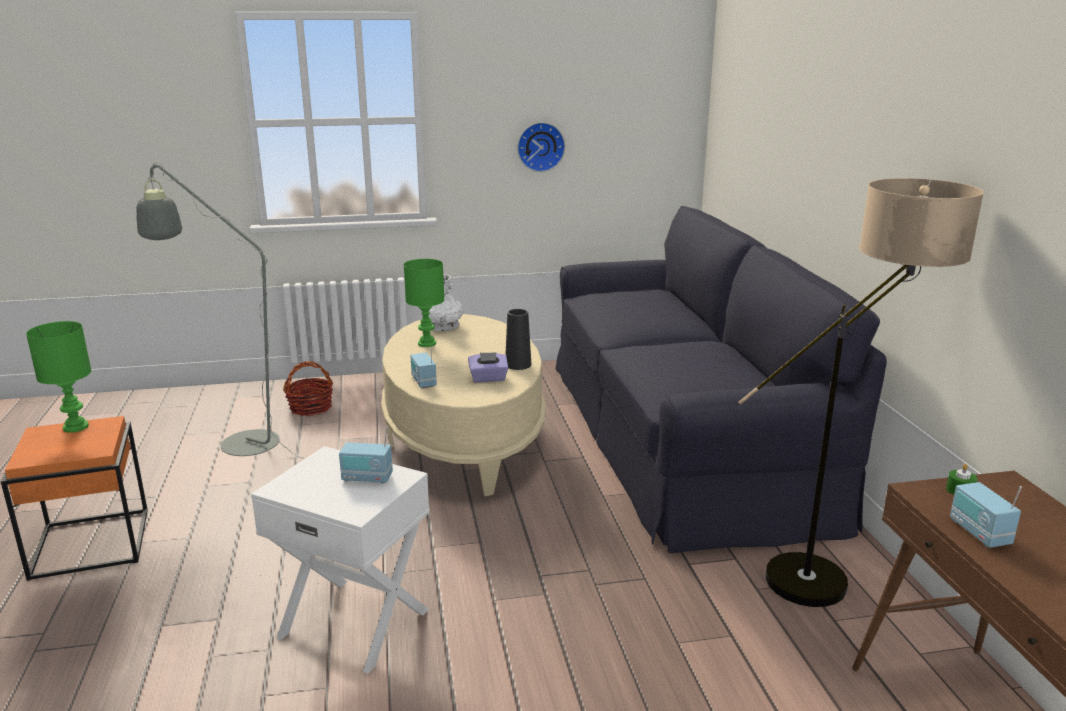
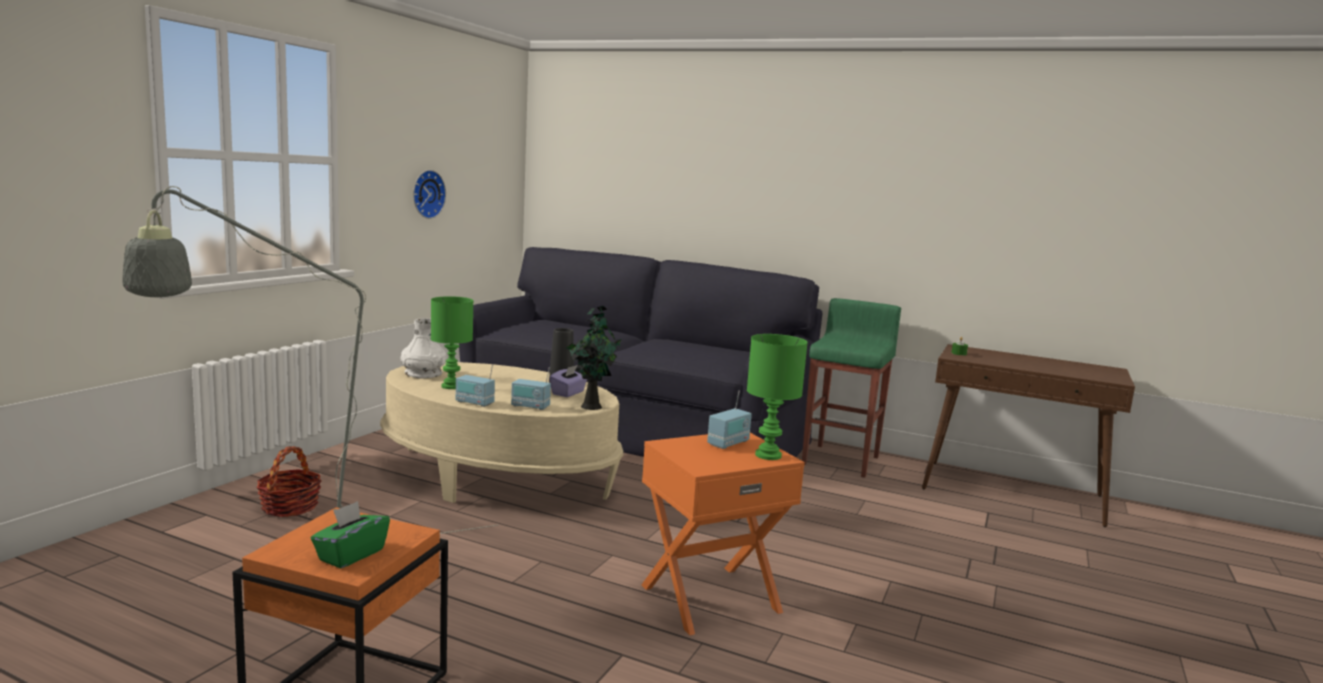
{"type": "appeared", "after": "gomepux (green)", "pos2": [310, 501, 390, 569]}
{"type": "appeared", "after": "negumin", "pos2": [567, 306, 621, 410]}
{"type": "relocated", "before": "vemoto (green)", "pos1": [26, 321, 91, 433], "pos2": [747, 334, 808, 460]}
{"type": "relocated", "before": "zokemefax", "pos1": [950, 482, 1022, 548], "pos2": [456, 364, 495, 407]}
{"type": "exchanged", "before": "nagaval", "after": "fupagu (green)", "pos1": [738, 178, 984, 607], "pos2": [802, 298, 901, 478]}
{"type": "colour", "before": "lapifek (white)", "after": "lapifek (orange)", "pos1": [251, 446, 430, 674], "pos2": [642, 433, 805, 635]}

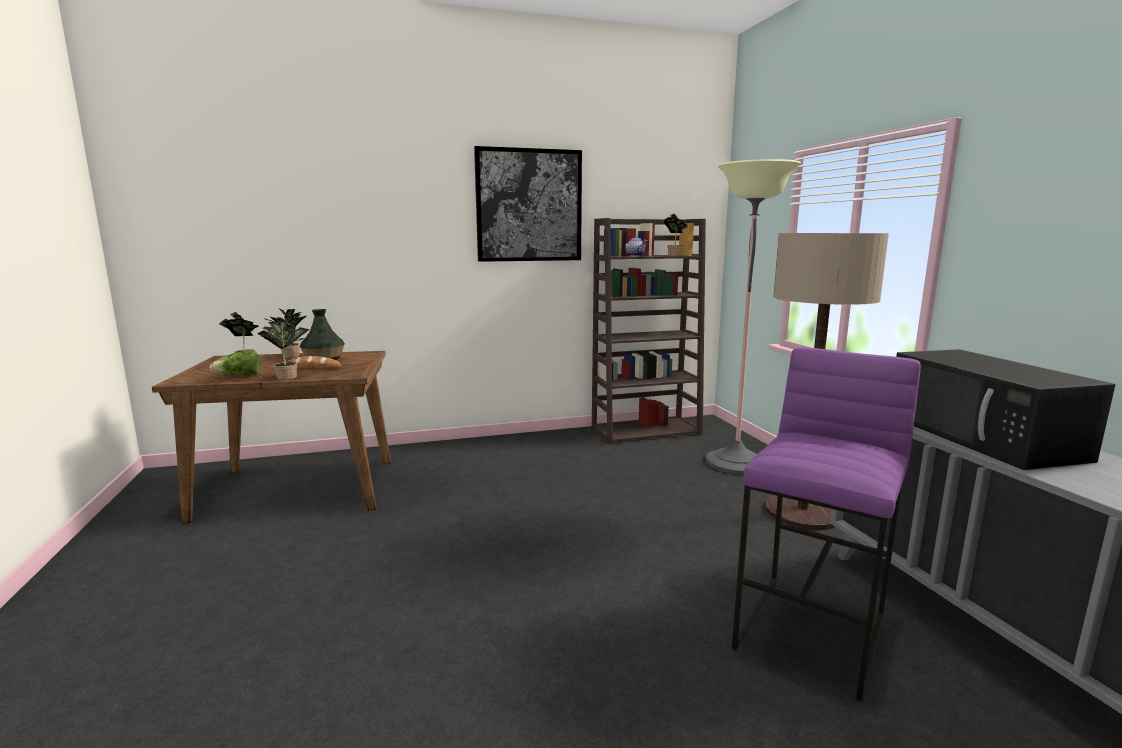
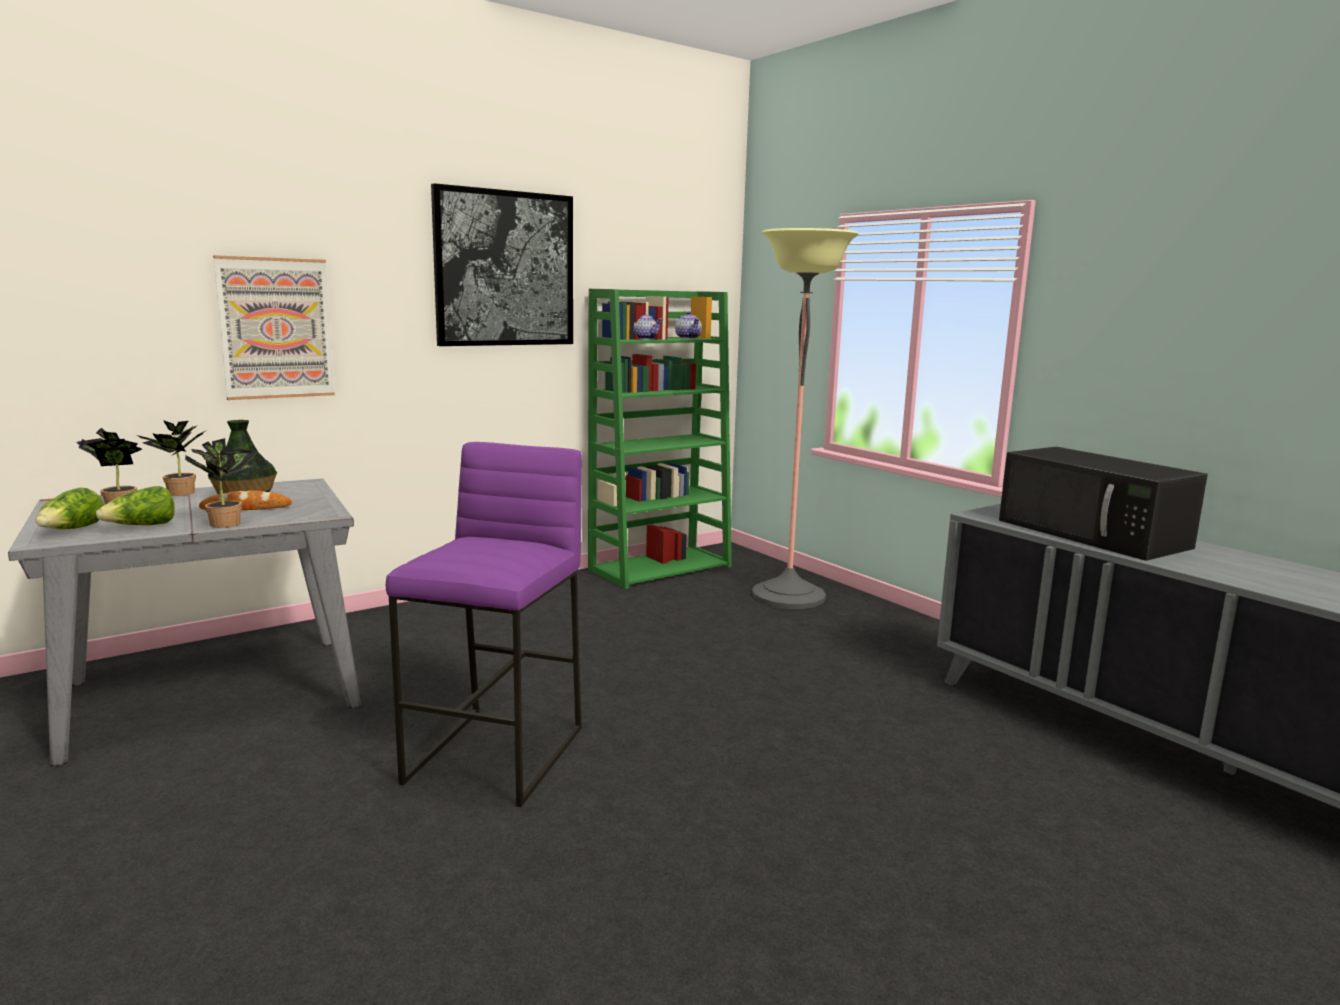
{"type": "missing", "before": "nagaval", "pos1": [765, 233, 889, 530]}
{"type": "appeared", "after": "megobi", "pos2": [35, 487, 104, 529]}
{"type": "appeared", "after": "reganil", "pos2": [213, 255, 335, 400]}
{"type": "relocated", "before": "fupagu (purple)", "pos1": [732, 347, 921, 701], "pos2": [386, 442, 582, 807]}
{"type": "exchanged", "before": "negumin", "after": "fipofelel", "pos1": [662, 214, 688, 256], "pos2": [675, 311, 702, 339]}
{"type": "colour", "before": "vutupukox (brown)", "after": "vutupukox (grey)", "pos1": [152, 351, 391, 524], "pos2": [8, 478, 361, 766]}
{"type": "colour", "before": "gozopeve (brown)", "after": "gozopeve (green)", "pos1": [592, 218, 706, 444], "pos2": [588, 289, 732, 589]}

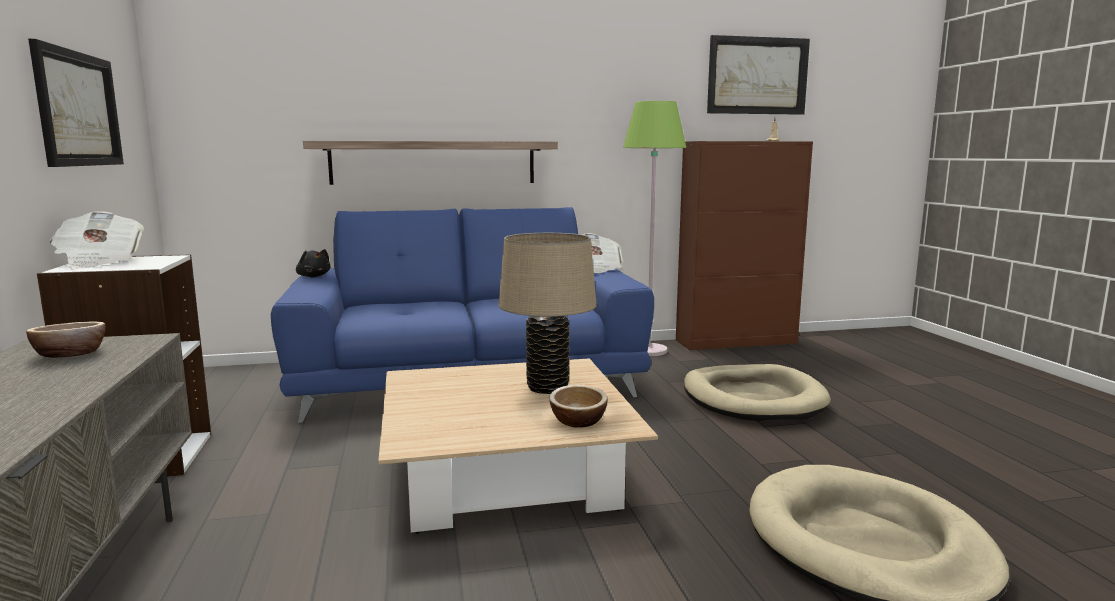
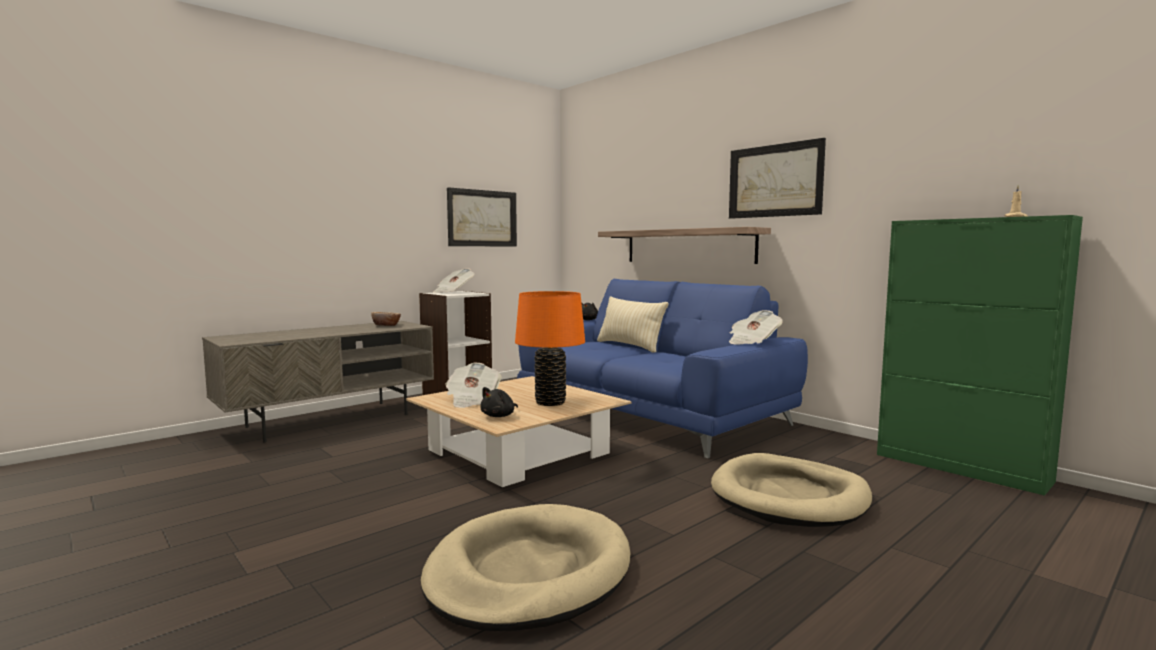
{"type": "missing", "before": "nagaval (green)", "pos1": [623, 101, 686, 356]}
{"type": "appeared", "after": "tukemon", "pos2": [445, 363, 502, 408]}
{"type": "appeared", "after": "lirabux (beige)", "pos2": [597, 296, 668, 353]}
{"type": "relocated", "before": "reganil", "pos1": [707, 35, 810, 115], "pos2": [729, 138, 826, 219]}
{"type": "exchanged", "before": "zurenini", "after": "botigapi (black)", "pos1": [549, 385, 607, 428], "pos2": [480, 387, 518, 417]}
{"type": "colour", "before": "vemoto (beige)", "after": "vemoto (orange)", "pos1": [498, 233, 597, 394], "pos2": [515, 291, 585, 406]}
{"type": "colour", "before": "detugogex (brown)", "after": "detugogex (green)", "pos1": [676, 141, 813, 350], "pos2": [877, 215, 1083, 496]}

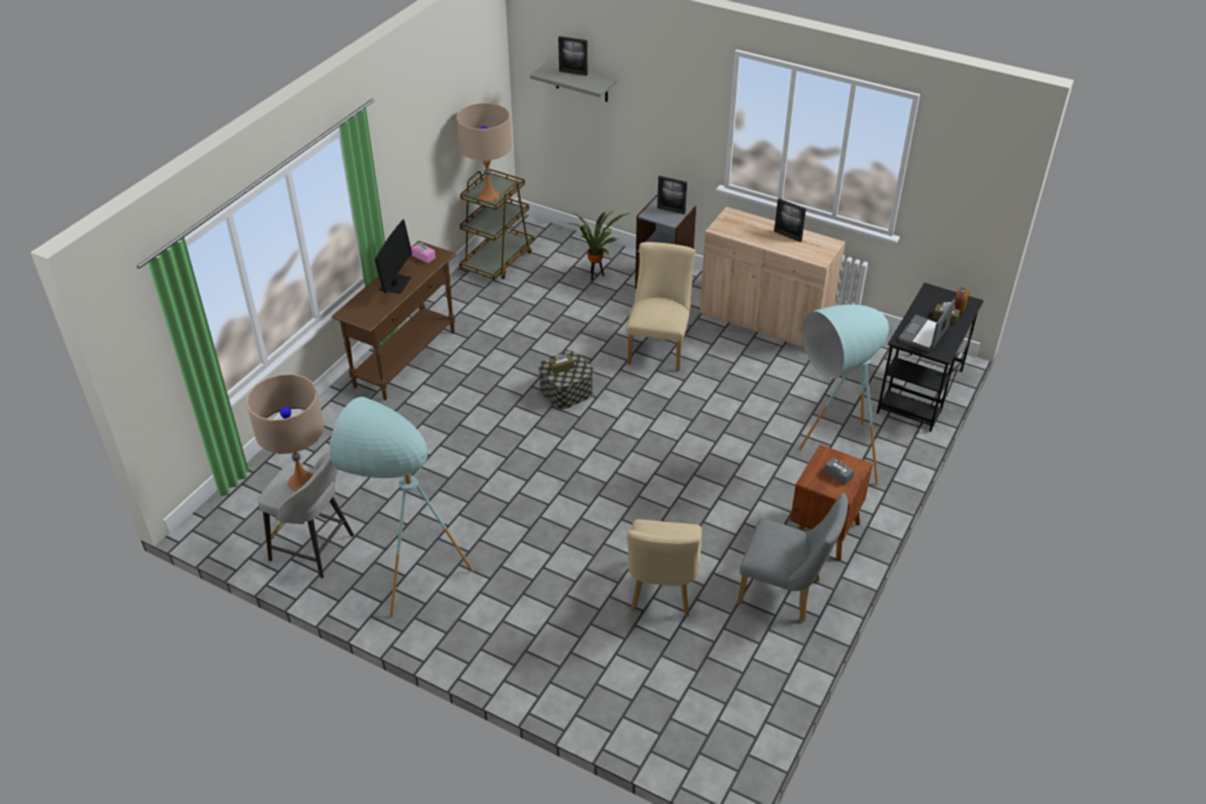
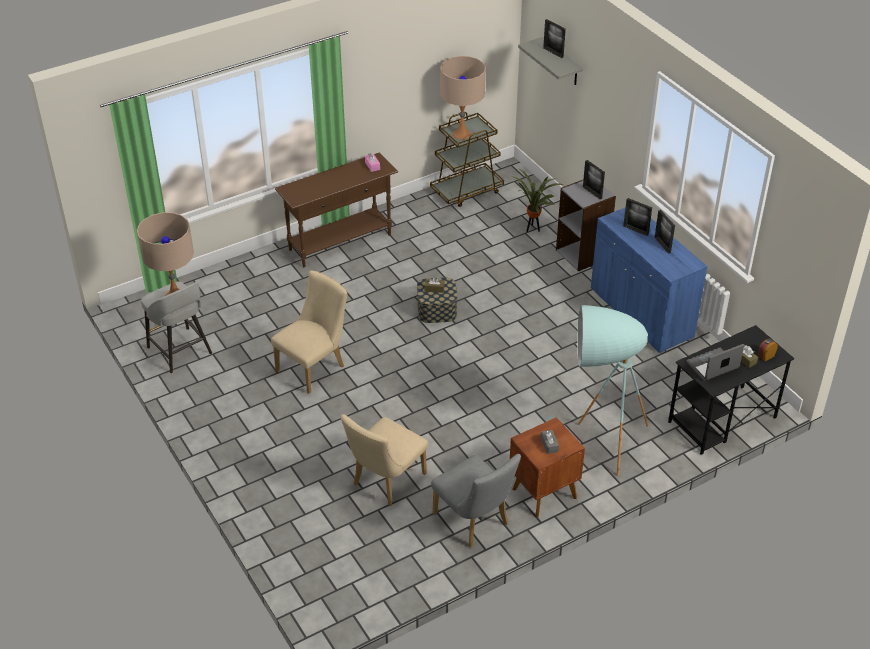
{"type": "missing", "before": "nagaval (turquoise)", "pos1": [330, 397, 474, 618]}
{"type": "missing", "before": "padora", "pos1": [375, 219, 412, 294]}
{"type": "appeared", "after": "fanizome", "pos2": [623, 198, 652, 236]}
{"type": "relocated", "before": "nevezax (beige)", "pos1": [626, 242, 695, 371], "pos2": [271, 271, 347, 394]}
{"type": "colour", "before": "detugogex (beige)", "after": "detugogex (blue)", "pos1": [700, 207, 845, 347], "pos2": [591, 207, 708, 353]}

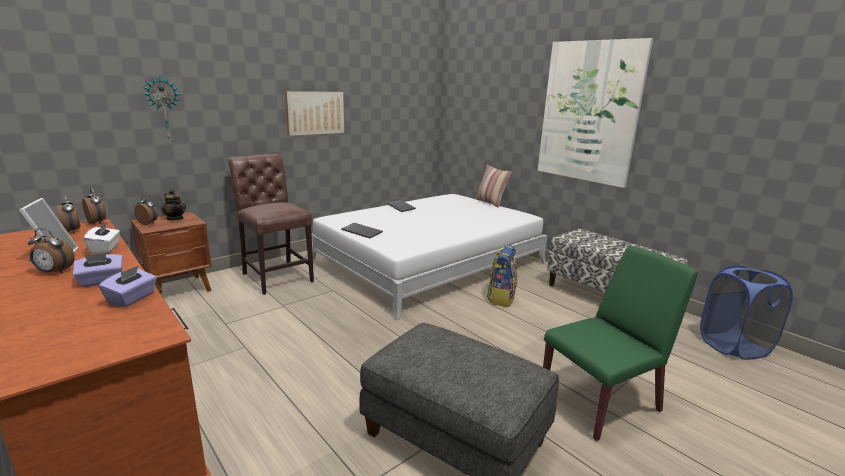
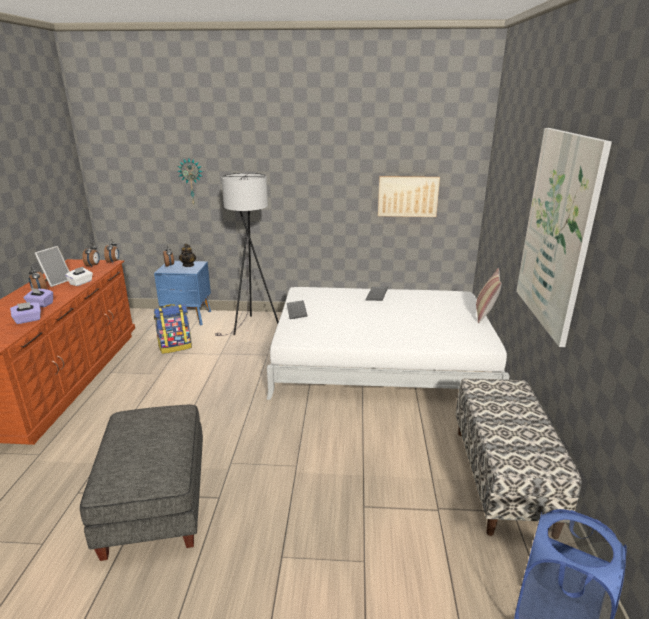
{"type": "missing", "before": "nevezax (green)", "pos1": [543, 246, 698, 441]}
{"type": "relocated", "before": "reganil", "pos1": [285, 91, 344, 136], "pos2": [378, 176, 440, 217]}
{"type": "relocated", "before": "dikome", "pos1": [487, 245, 518, 307], "pos2": [154, 304, 192, 354]}
{"type": "exchanged", "before": "nevezax (brown)", "after": "nagaval (grey)", "pos1": [228, 154, 314, 295], "pos2": [216, 173, 279, 336]}
{"type": "colour", "before": "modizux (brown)", "after": "modizux (blue)", "pos1": [131, 212, 212, 294], "pos2": [154, 261, 211, 325]}

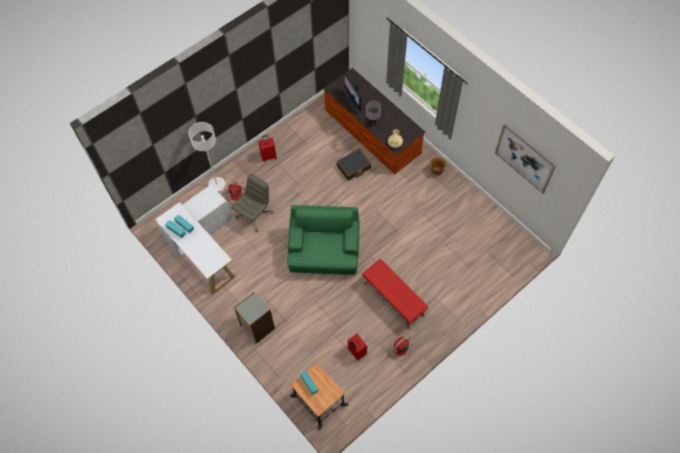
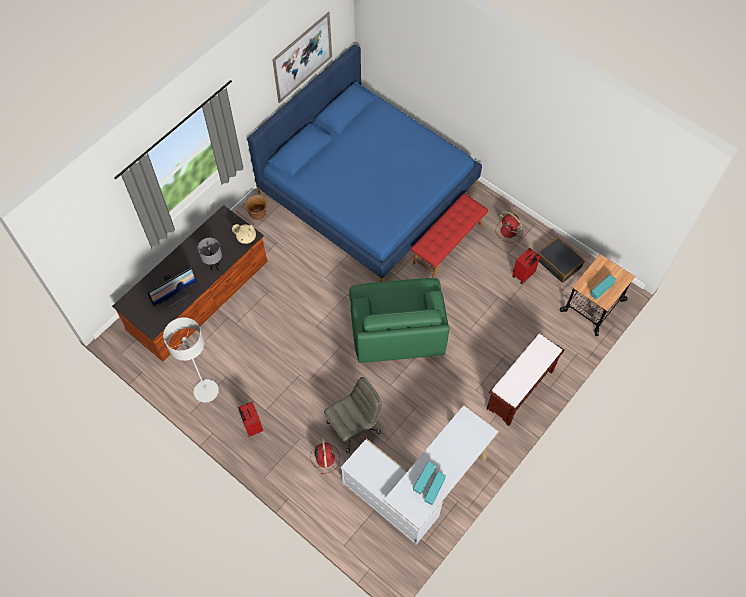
{"type": "appeared", "after": "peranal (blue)", "pos2": [247, 44, 482, 282]}
{"type": "relocated", "before": "nagaval (grey)", "pos1": [189, 122, 225, 191], "pos2": [163, 317, 219, 403]}
{"type": "relocated", "before": "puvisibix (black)", "pos1": [337, 149, 371, 180], "pos2": [538, 237, 585, 283]}
{"type": "exchanged", "before": "gozopeve (grey)", "after": "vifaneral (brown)", "pos1": [234, 292, 275, 344], "pos2": [487, 333, 564, 426]}
{"type": "spun", "before": "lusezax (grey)", "pos1": [232, 174, 273, 232], "pos2": [324, 377, 382, 453], "turn": 120}
{"type": "spun", "before": "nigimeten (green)", "pos1": [287, 205, 360, 275], "pos2": [349, 278, 450, 363], "turn": -90}

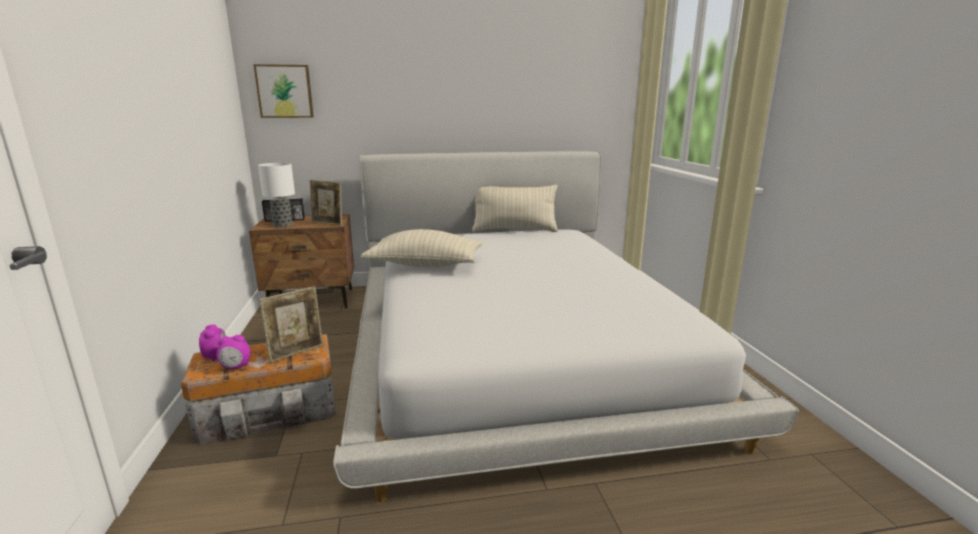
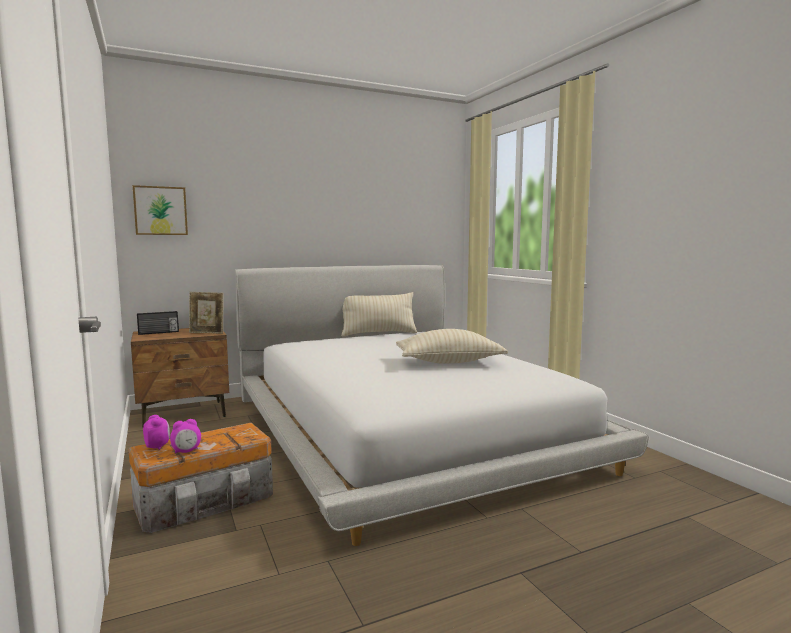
{"type": "missing", "before": "vemoto", "pos1": [258, 163, 295, 227]}
{"type": "missing", "before": "fanizome", "pos1": [259, 286, 323, 363]}
{"type": "relocated", "before": "lirabux (beige)", "pos1": [361, 229, 483, 267], "pos2": [396, 329, 508, 364]}

